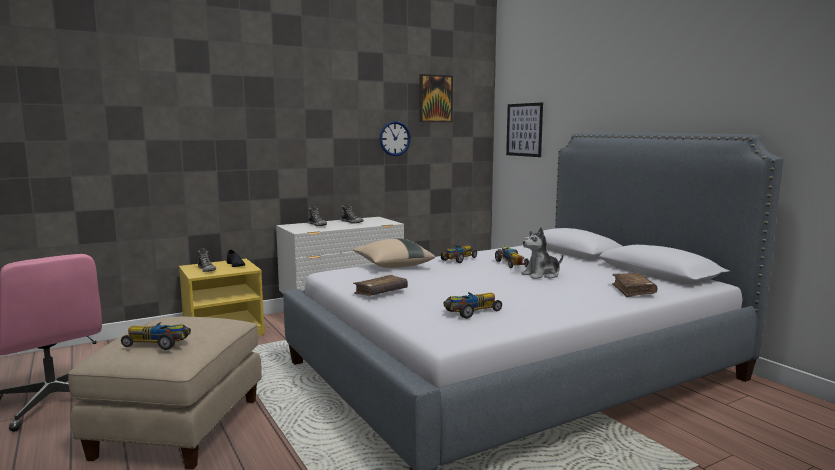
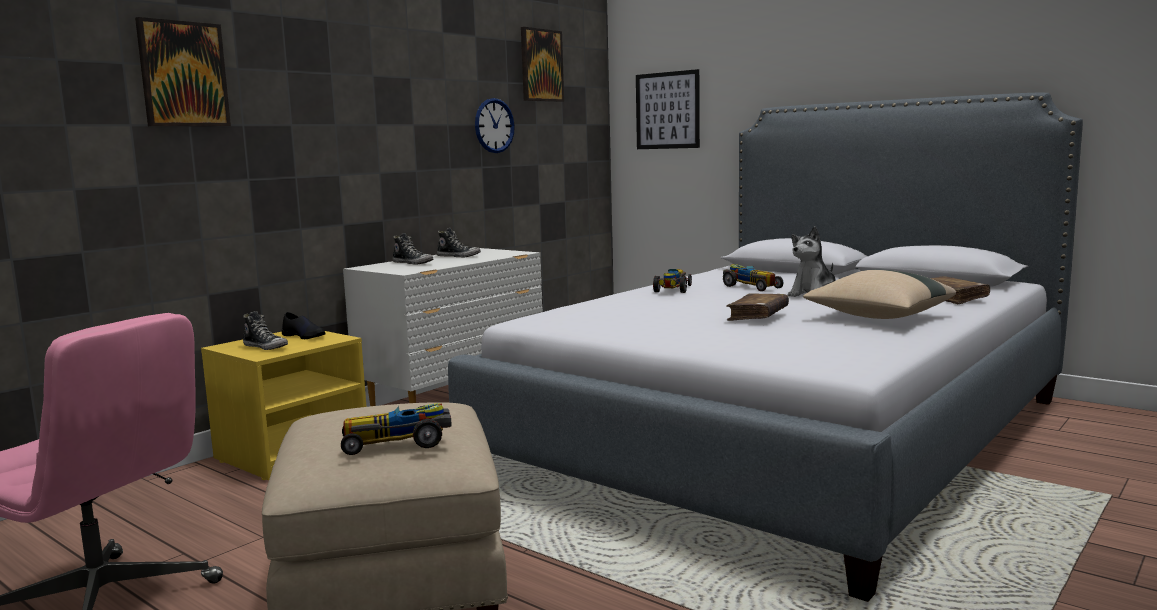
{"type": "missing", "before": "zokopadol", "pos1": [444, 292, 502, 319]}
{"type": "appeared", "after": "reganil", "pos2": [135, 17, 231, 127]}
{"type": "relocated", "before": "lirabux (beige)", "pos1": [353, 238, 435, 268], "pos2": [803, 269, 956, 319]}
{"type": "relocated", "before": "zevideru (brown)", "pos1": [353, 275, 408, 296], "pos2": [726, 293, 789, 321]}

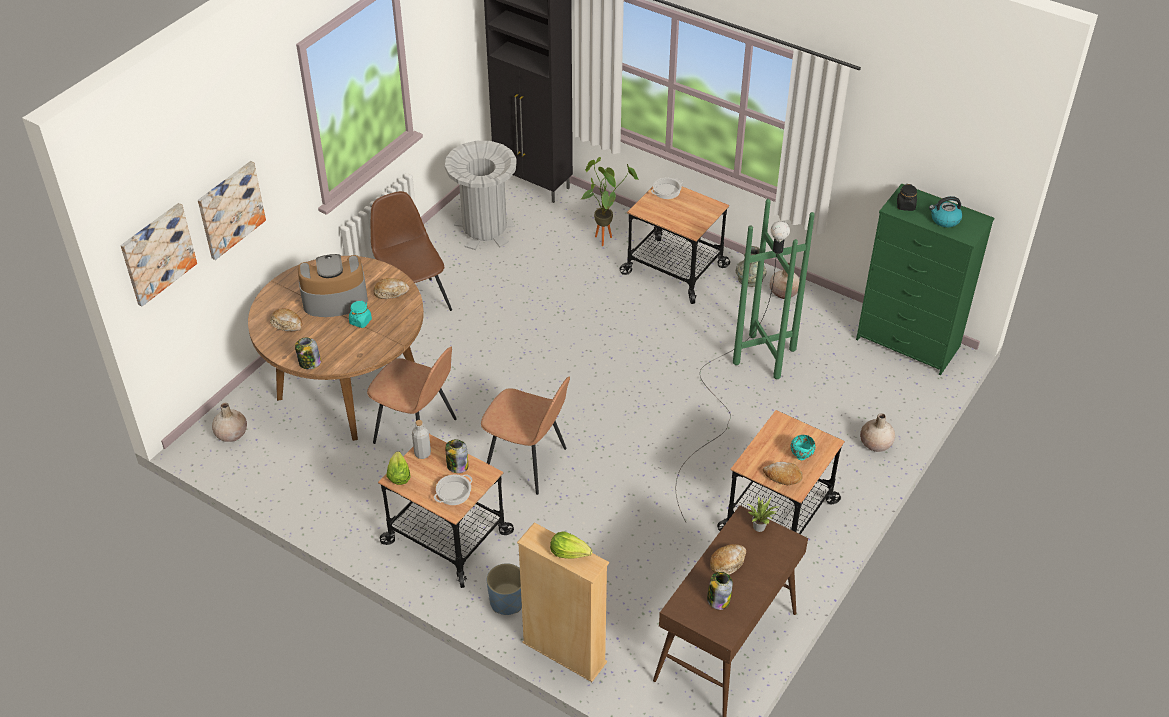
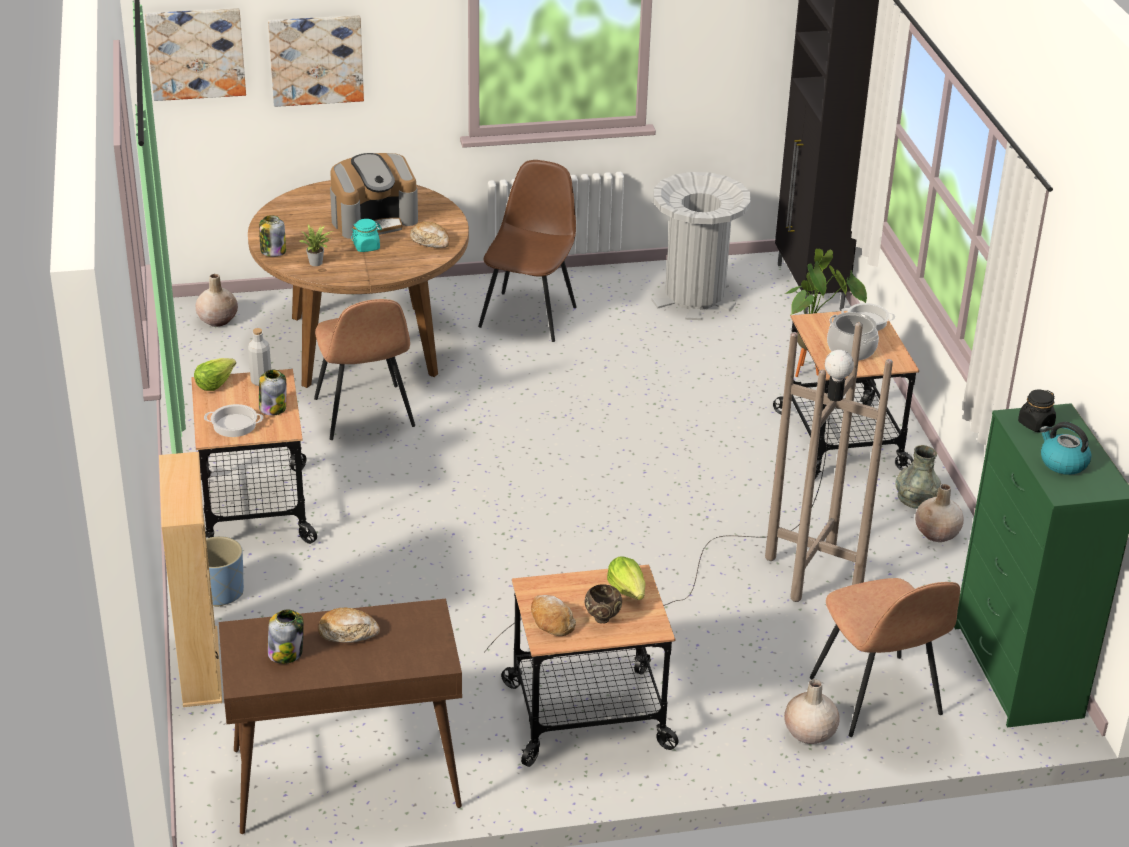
{"type": "missing", "before": "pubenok", "pos1": [270, 309, 302, 331]}
{"type": "appeared", "after": "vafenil", "pos2": [827, 312, 879, 360]}
{"type": "relocated", "before": "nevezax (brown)", "pos1": [481, 376, 570, 495], "pos2": [810, 578, 960, 737]}
{"type": "relocated", "before": "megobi", "pos1": [550, 531, 592, 559], "pos2": [607, 556, 646, 600]}
{"type": "relocated", "before": "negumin", "pos1": [748, 496, 777, 532], "pos2": [299, 224, 333, 266]}
{"type": "colour", "before": "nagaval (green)", "after": "nagaval (brown)", "pos1": [676, 199, 815, 522], "pos2": [484, 322, 893, 653]}
{"type": "colour", "before": "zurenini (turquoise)", "after": "zurenini (brown)", "pos1": [791, 435, 816, 460], "pos2": [585, 584, 622, 624]}
{"type": "spun", "before": "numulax", "pos1": [298, 254, 368, 317], "pos2": [330, 153, 418, 239], "turn": 120}

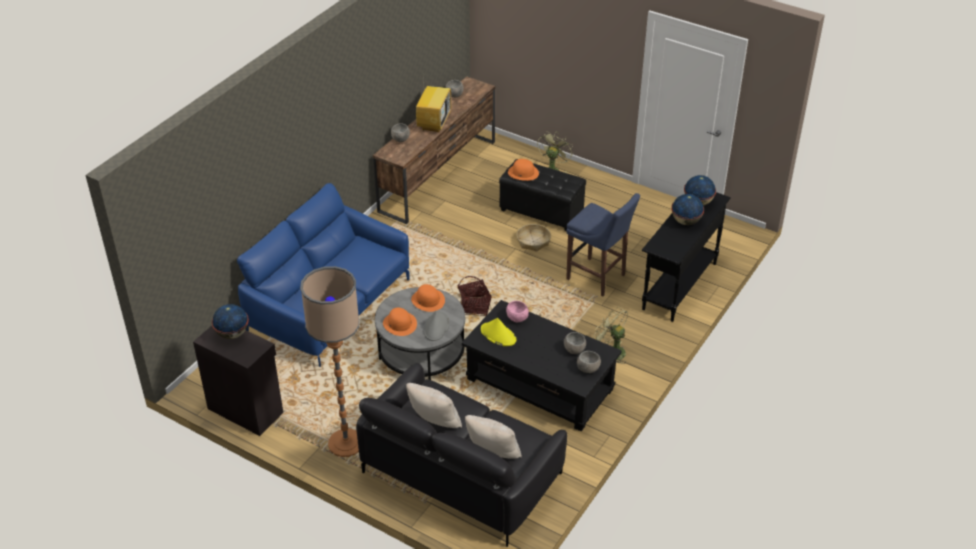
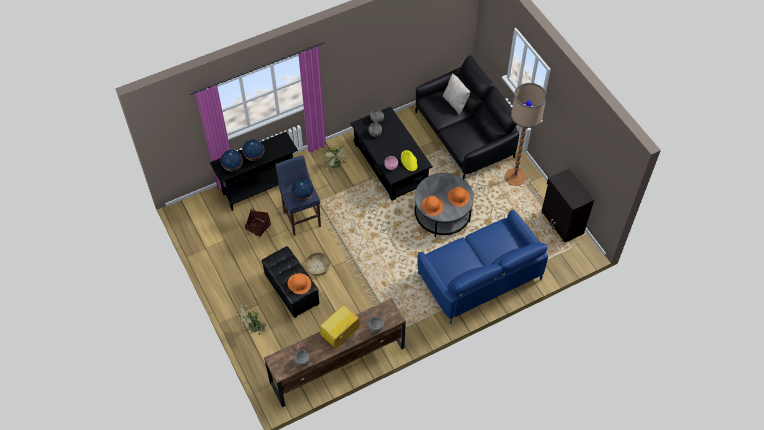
{"type": "missing", "before": "lirabux (beige)", "pos1": [406, 383, 462, 428]}
{"type": "relocated", "before": "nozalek", "pos1": [212, 304, 249, 339], "pos2": [291, 179, 314, 201]}
{"type": "relocated", "before": "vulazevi", "pos1": [458, 276, 492, 316], "pos2": [245, 209, 271, 238]}

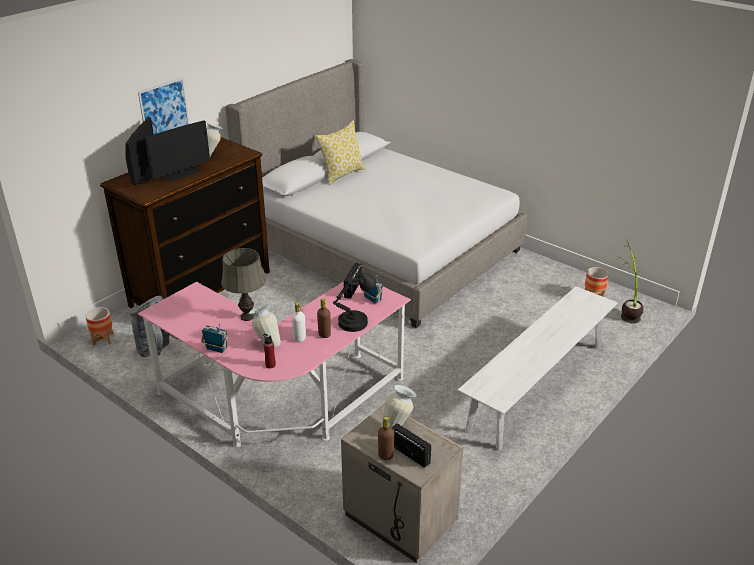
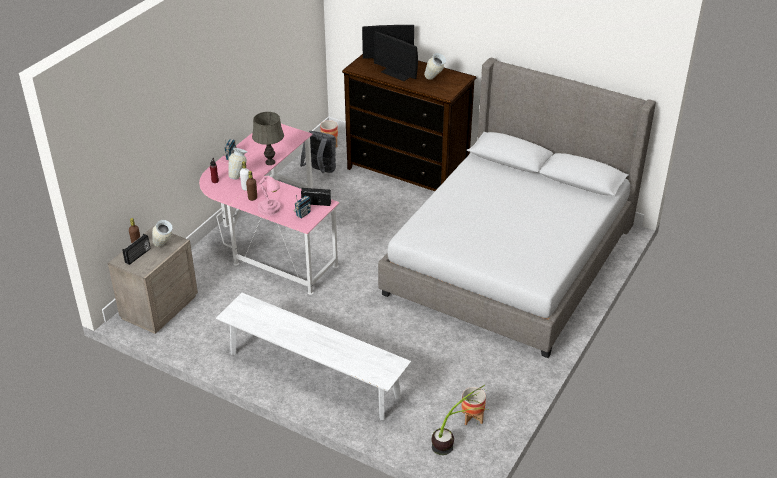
{"type": "missing", "before": "reganil", "pos1": [138, 77, 190, 134]}
{"type": "missing", "before": "lirabux", "pos1": [315, 120, 366, 185]}
{"type": "colour", "before": "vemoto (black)", "after": "vemoto (pink)", "pos1": [333, 273, 376, 332], "pos2": [258, 176, 281, 216]}

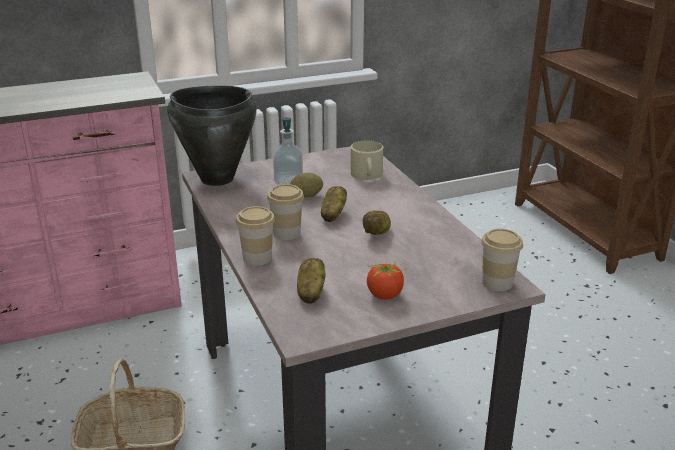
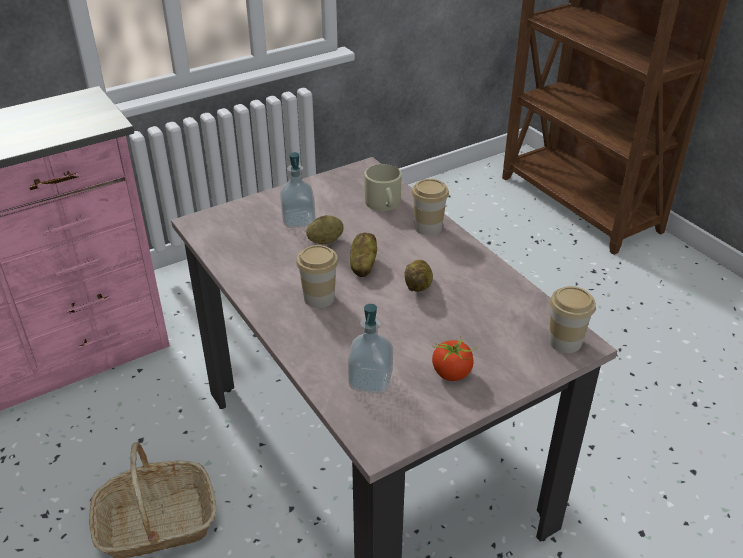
{"type": "missing", "before": "vafenil (black)", "pos1": [167, 85, 257, 186]}
{"type": "relocated", "before": "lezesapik", "pos1": [236, 206, 275, 266], "pos2": [411, 179, 449, 236]}
{"type": "exchanged", "before": "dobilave", "after": "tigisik", "pos1": [297, 258, 326, 304], "pos2": [348, 304, 393, 393]}

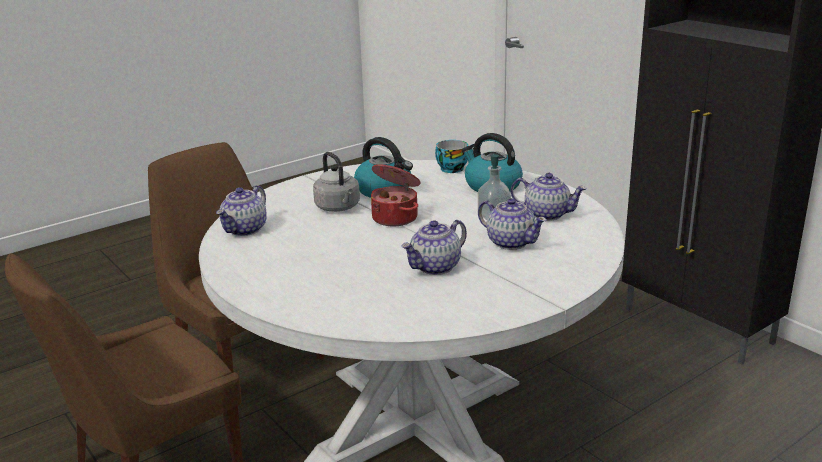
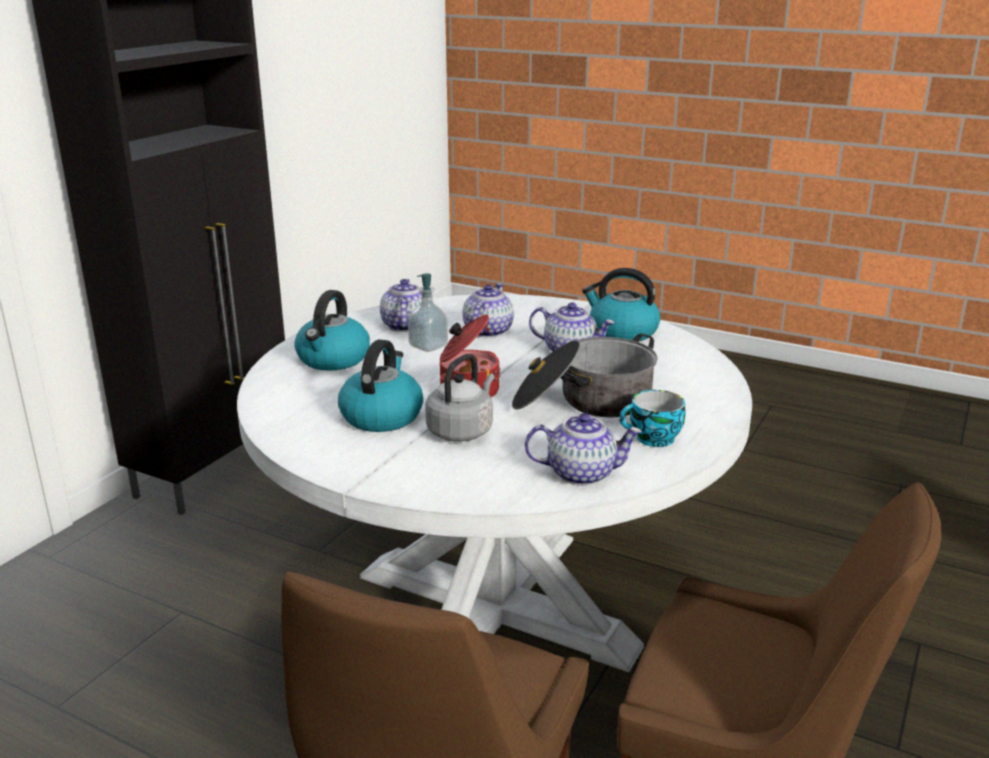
{"type": "appeared", "after": "vafenil", "pos2": [512, 334, 657, 418]}
{"type": "appeared", "after": "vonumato", "pos2": [582, 268, 661, 341]}
{"type": "relocated", "before": "lezesapik", "pos1": [435, 140, 468, 173], "pos2": [619, 390, 685, 447]}

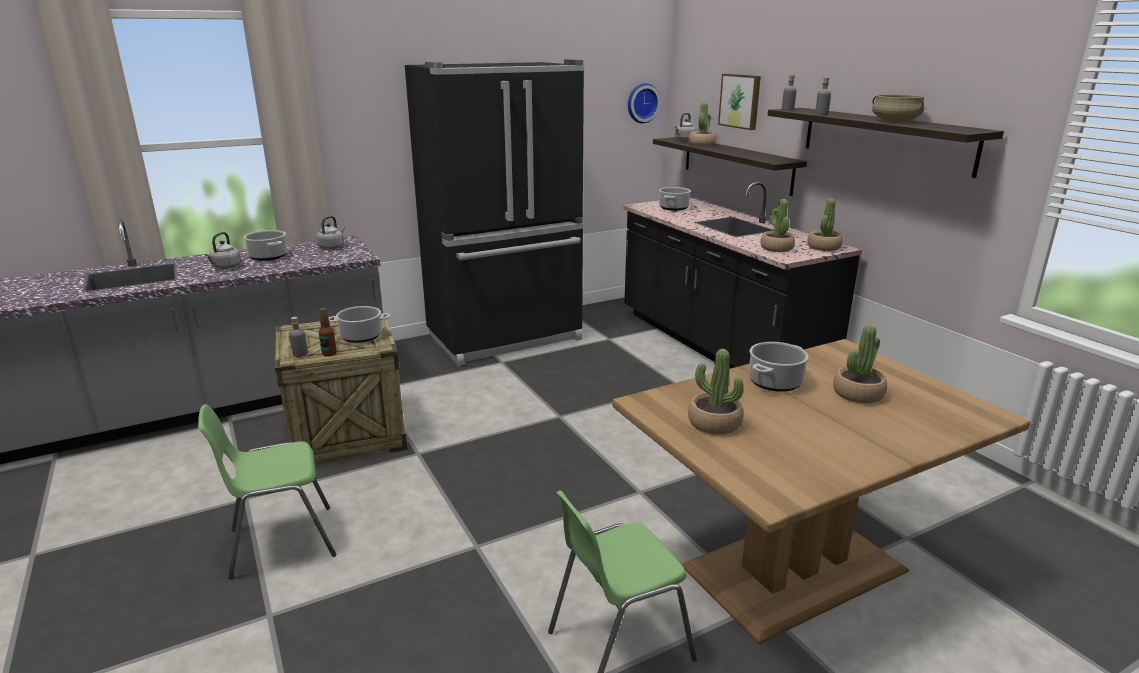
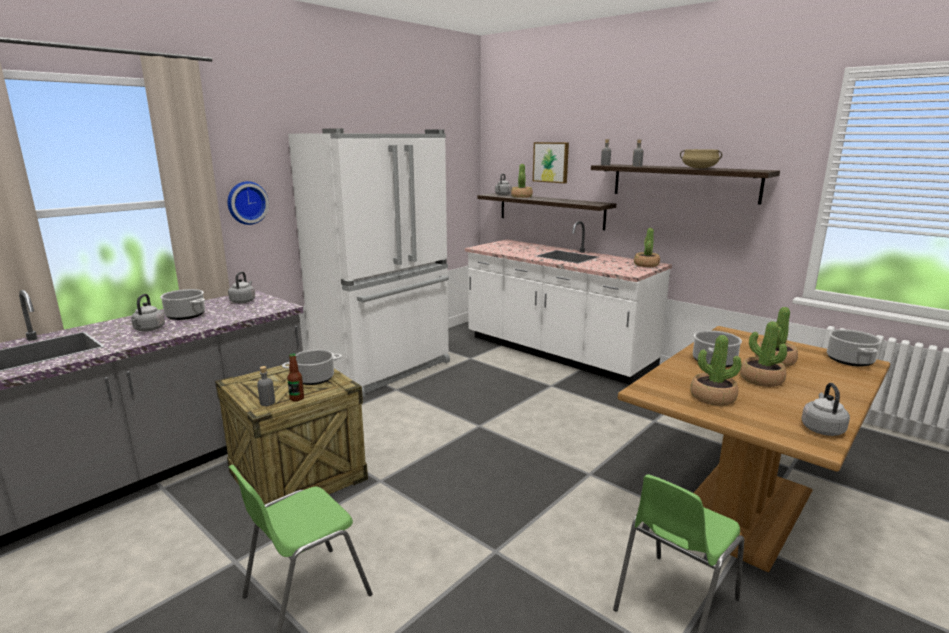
{"type": "appeared", "after": "vonumato (grey)", "pos2": [801, 383, 850, 436]}
{"type": "relocated", "before": "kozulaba", "pos1": [628, 83, 660, 123], "pos2": [228, 181, 269, 225]}
{"type": "relocated", "before": "vafenil", "pos1": [659, 187, 691, 211], "pos2": [827, 329, 882, 366]}
{"type": "relocated", "before": "negumin", "pos1": [760, 199, 795, 252], "pos2": [740, 321, 787, 387]}
{"type": "colour", "before": "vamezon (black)", "after": "vamezon (white)", "pos1": [405, 59, 584, 366], "pos2": [288, 128, 450, 398]}
{"type": "colour", "before": "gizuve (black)", "after": "gizuve (white)", "pos1": [622, 182, 862, 369], "pos2": [465, 221, 672, 385]}

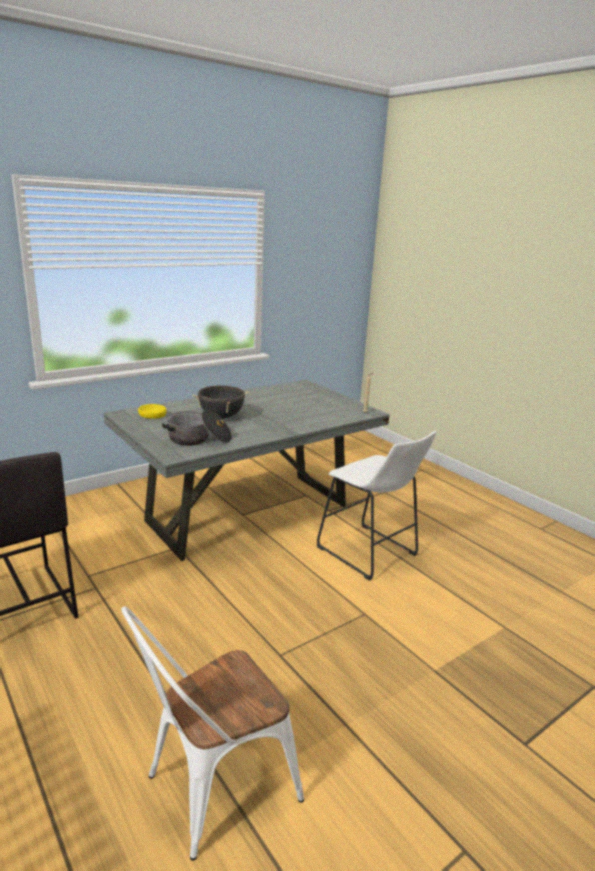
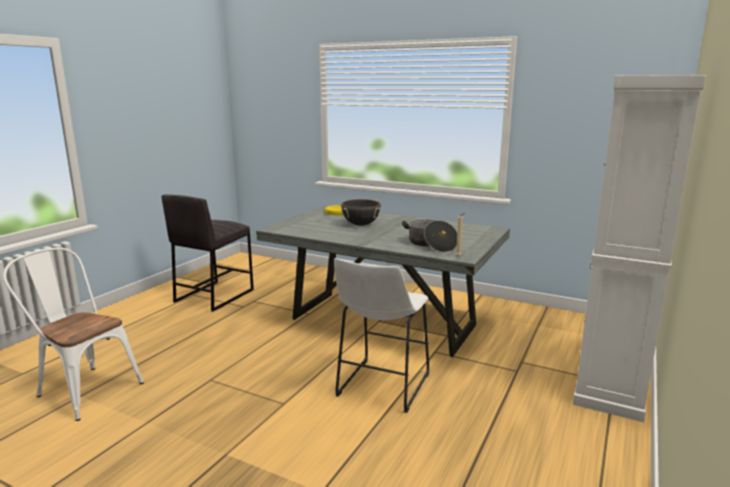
{"type": "appeared", "after": "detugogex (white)", "pos2": [573, 75, 706, 422]}
{"type": "relocated", "before": "vafenil", "pos1": [162, 410, 232, 446], "pos2": [402, 220, 457, 252]}

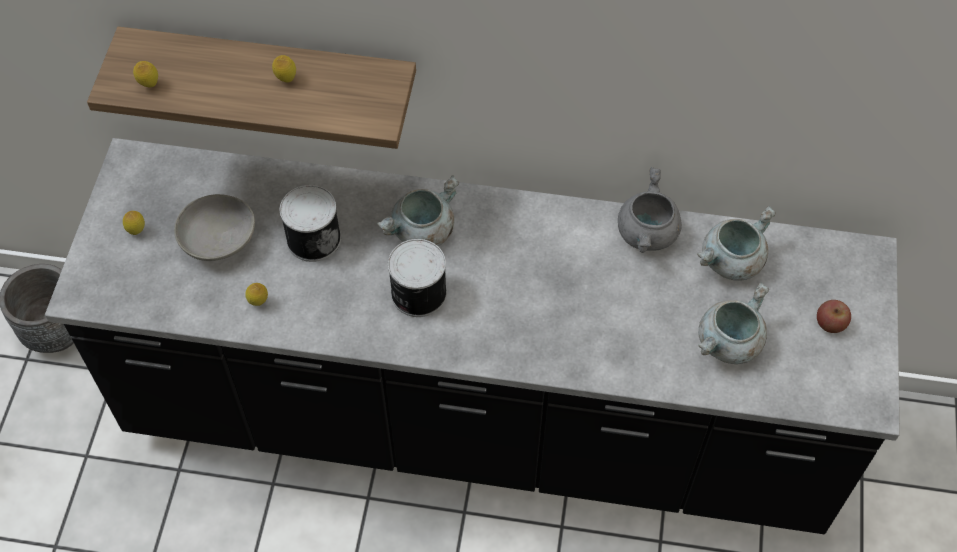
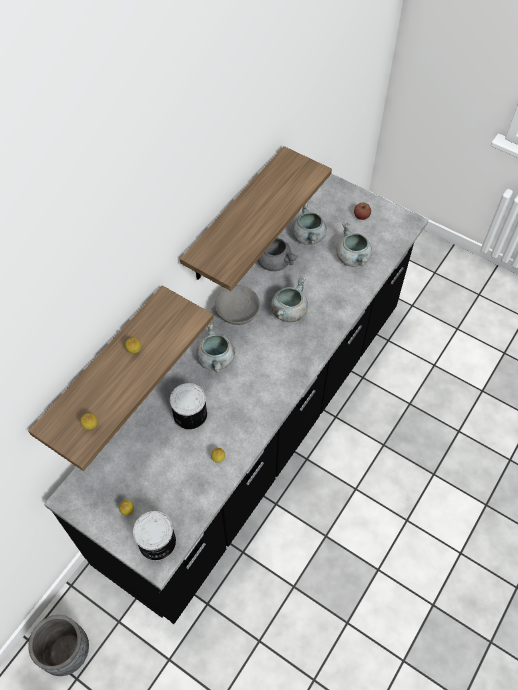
{"type": "appeared", "after": "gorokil", "pos2": [180, 146, 332, 291]}
{"type": "appeared", "after": "vafenil (grey)", "pos2": [271, 275, 308, 322]}
{"type": "relocated", "before": "zurenini (grey)", "pos1": [174, 194, 255, 261], "pos2": [215, 285, 260, 325]}
{"type": "relocated", "before": "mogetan", "pos1": [388, 239, 447, 317], "pos2": [133, 511, 177, 561]}

